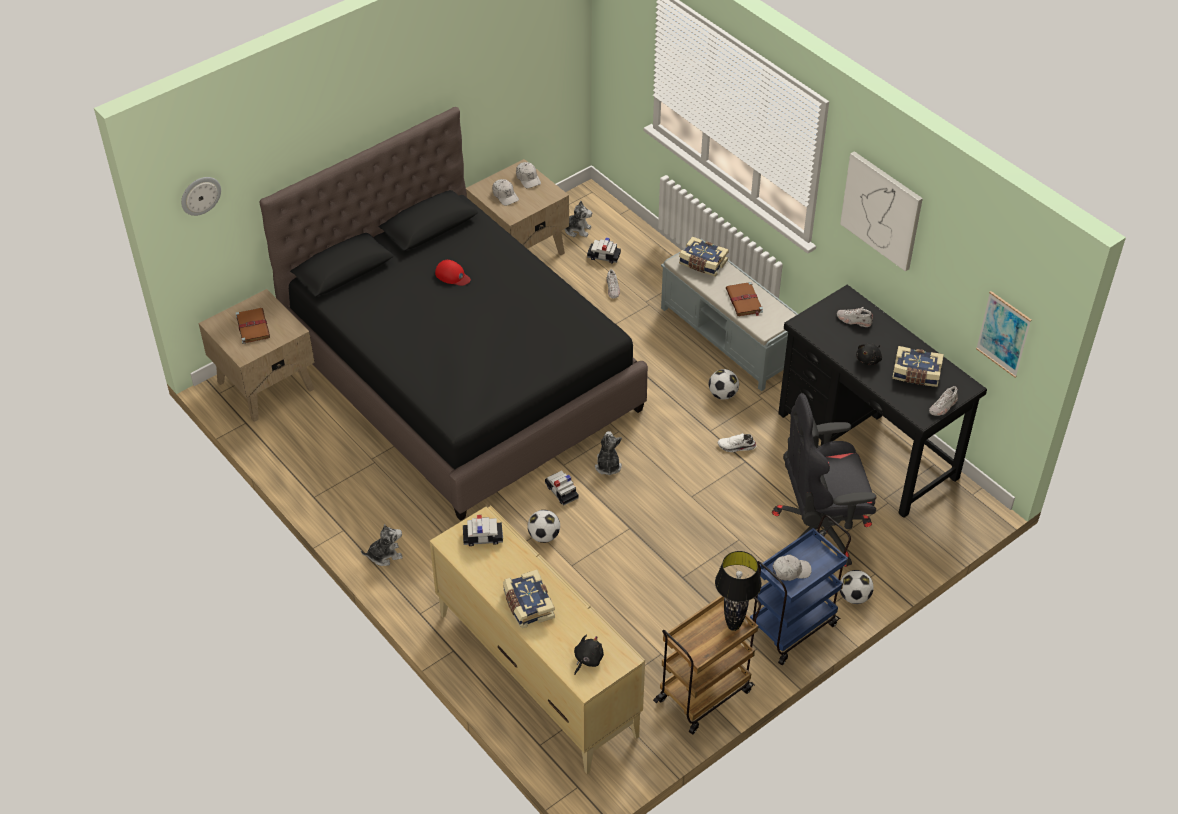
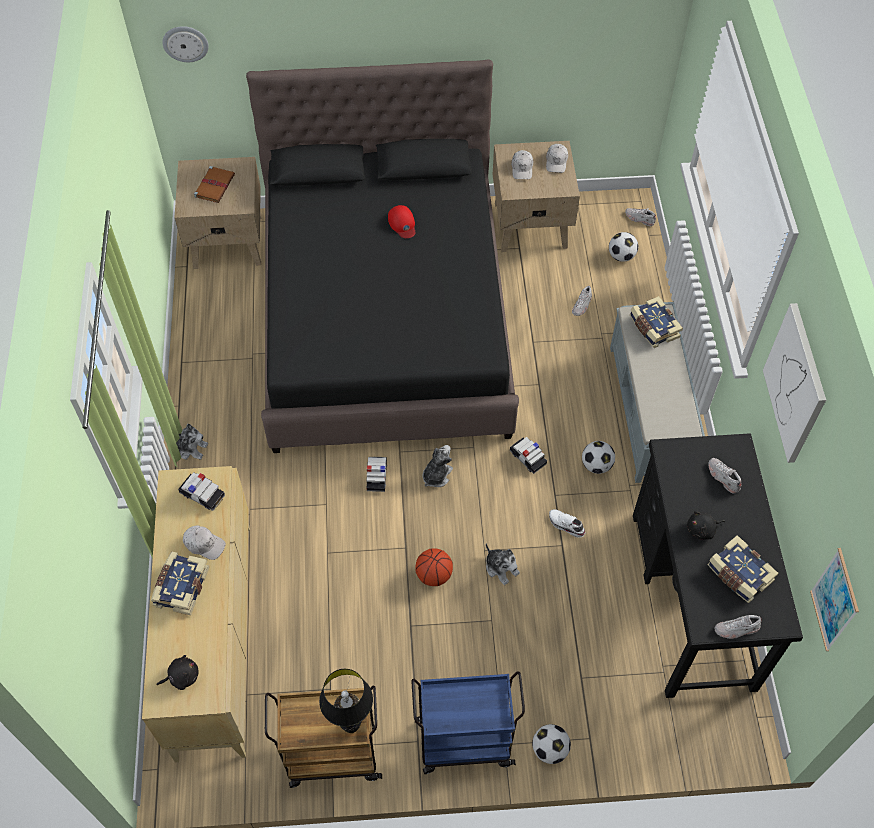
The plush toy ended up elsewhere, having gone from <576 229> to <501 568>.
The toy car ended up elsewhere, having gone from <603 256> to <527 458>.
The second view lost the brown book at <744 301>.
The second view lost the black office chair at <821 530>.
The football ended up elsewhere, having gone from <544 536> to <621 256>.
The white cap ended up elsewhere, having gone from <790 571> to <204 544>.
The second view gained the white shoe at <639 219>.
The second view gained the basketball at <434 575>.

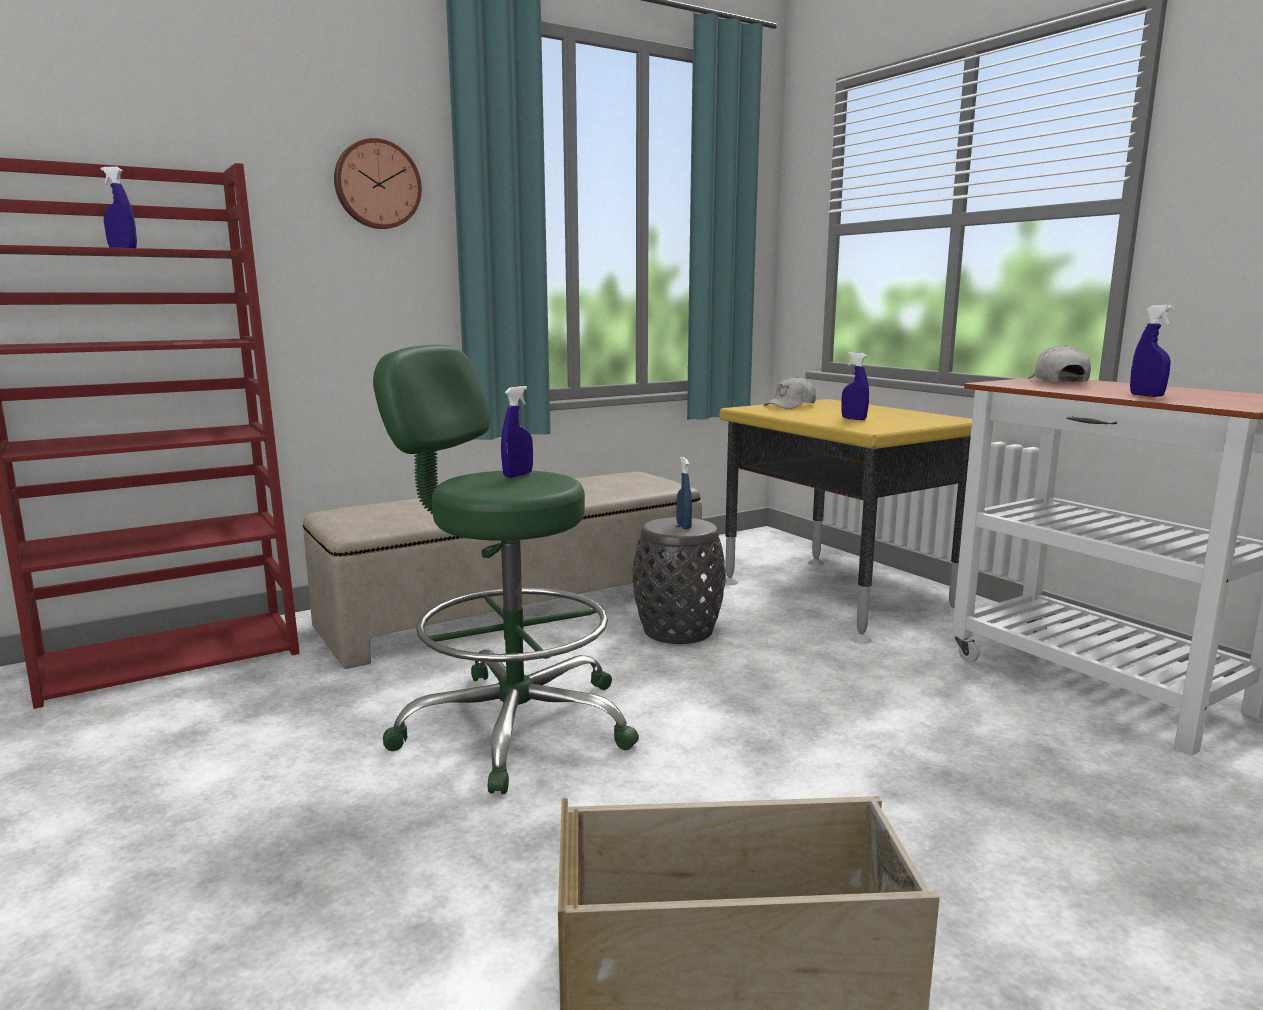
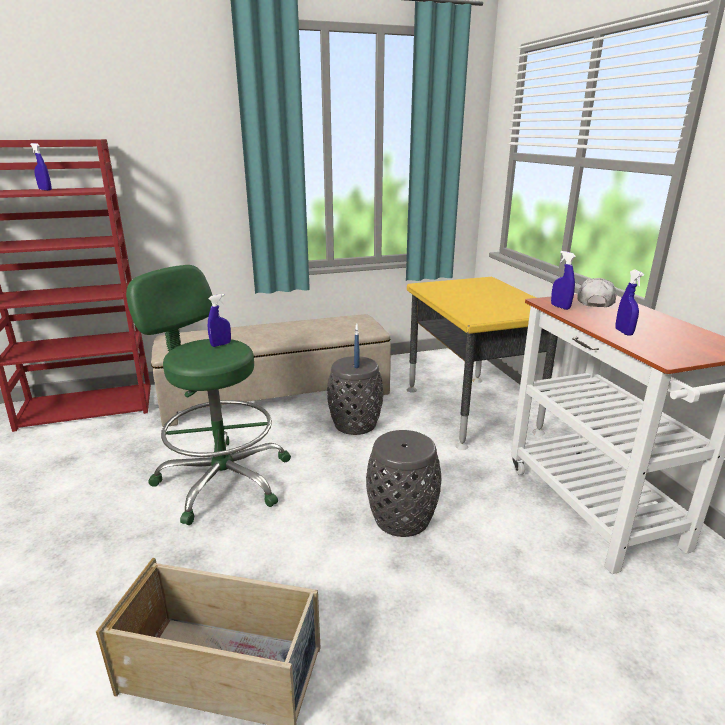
The second view lost the wall clock at <377 184>.
The blue spray bottle ended up elsewhere, having gone from <853 419> to <560 307>.
The second view lost the white cap at <790 405>.
The second view gained the grey stool at <402 518>.

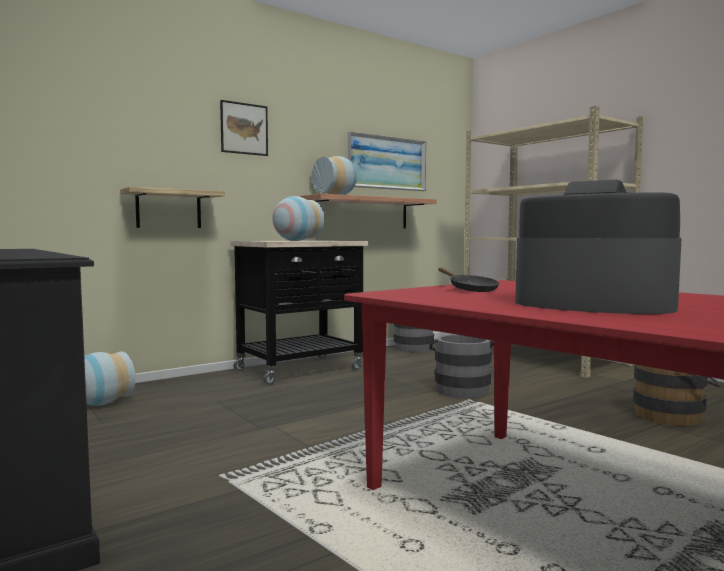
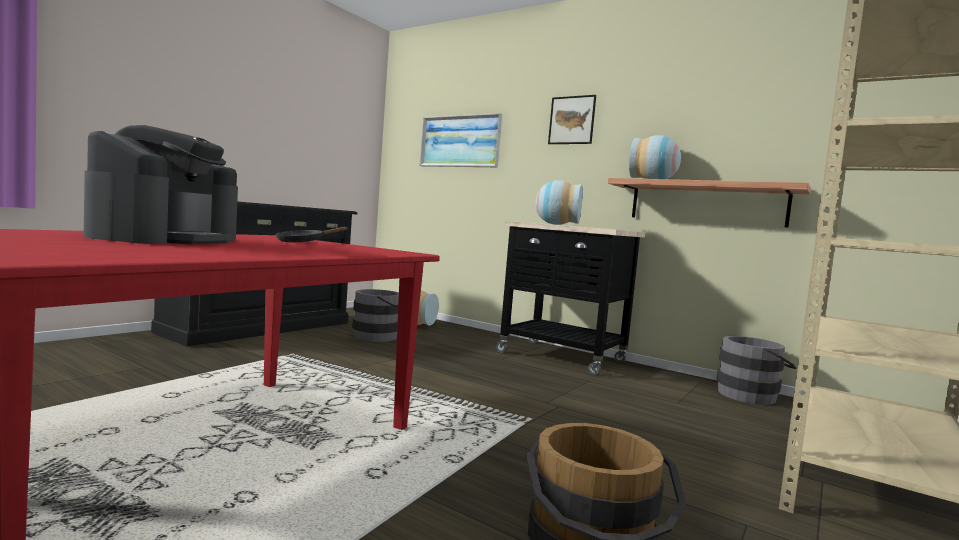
The picture ended up elsewhere, having gone from <387 163> to <460 141>.
The second view lost the shelf at <169 209>.
The grey bucket ended up elsewhere, having gone from <461 389> to <380 336>.

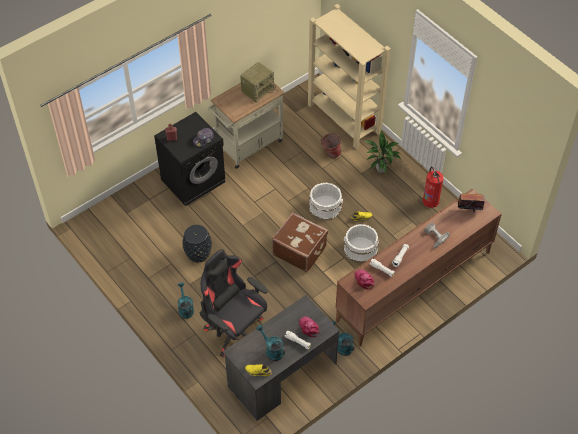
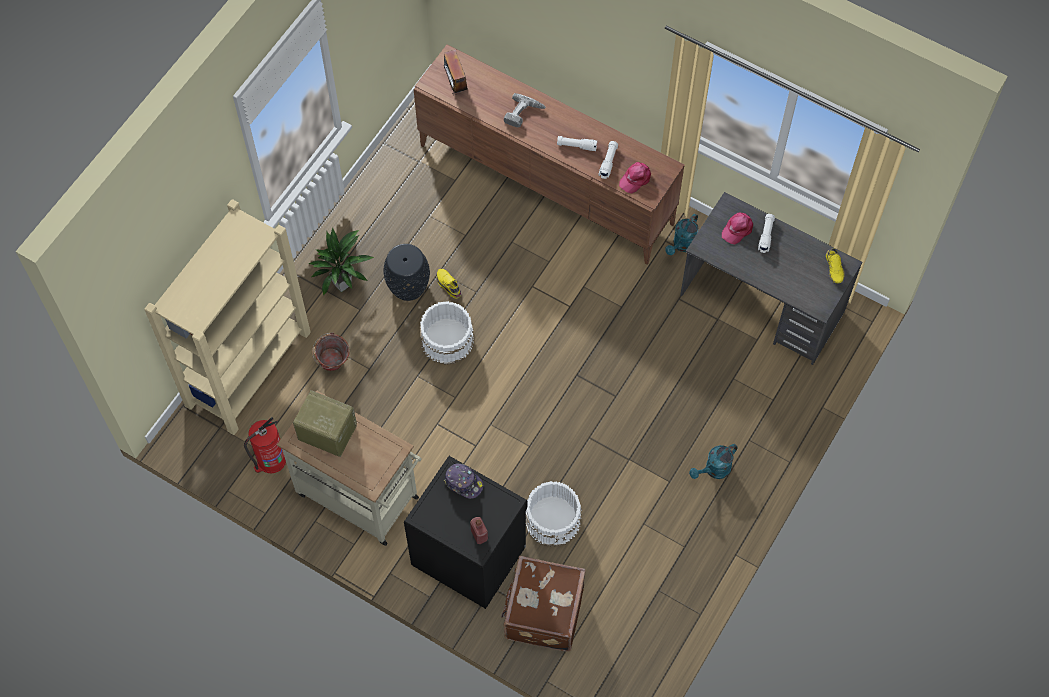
The fire extinguisher ended up elsewhere, having gone from <430 200> to <270 460>.
The brown suitcase ended up elsewhere, having gone from <299 250> to <542 612>.
The white bucket ended up elsewhere, having gone from <360 249> to <553 519>.
The black stool ended up elsewhere, having gone from <198 253> to <408 286>.
The second view lost the black office chair at <235 332>.
The second view lost the turquoise watering can at <272 350>.

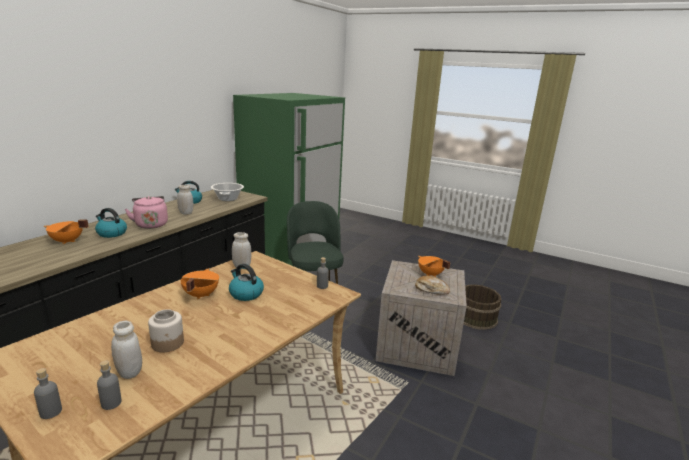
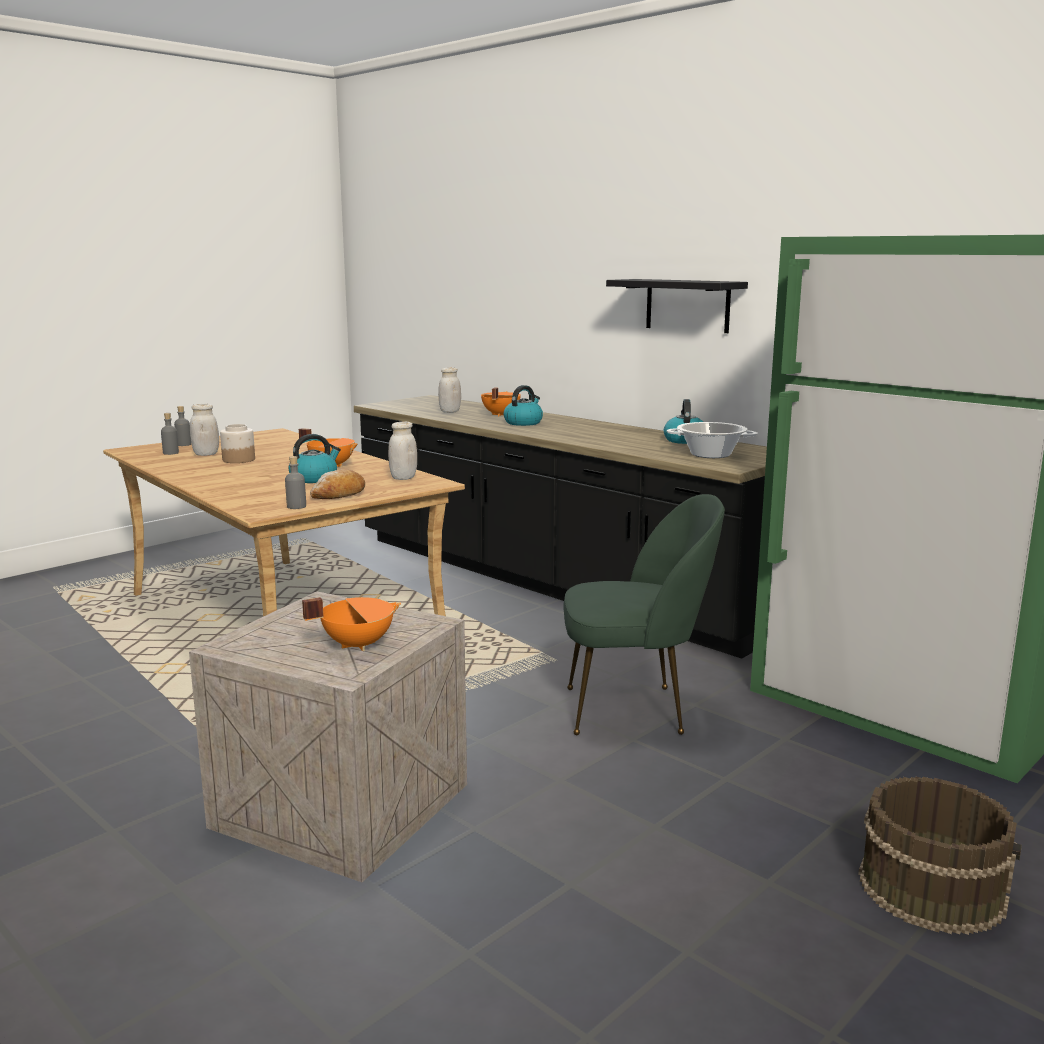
The white jar ended up elsewhere, having gone from <186 213> to <450 411>.
The second view lost the pink kettle at <151 224>.
The bread ended up elsewhere, having gone from <431 289> to <339 494>.
The brown bucket ended up elsewhere, having gone from <475 317> to <932 887>.
The second view gained the black shelf at <687 305>.

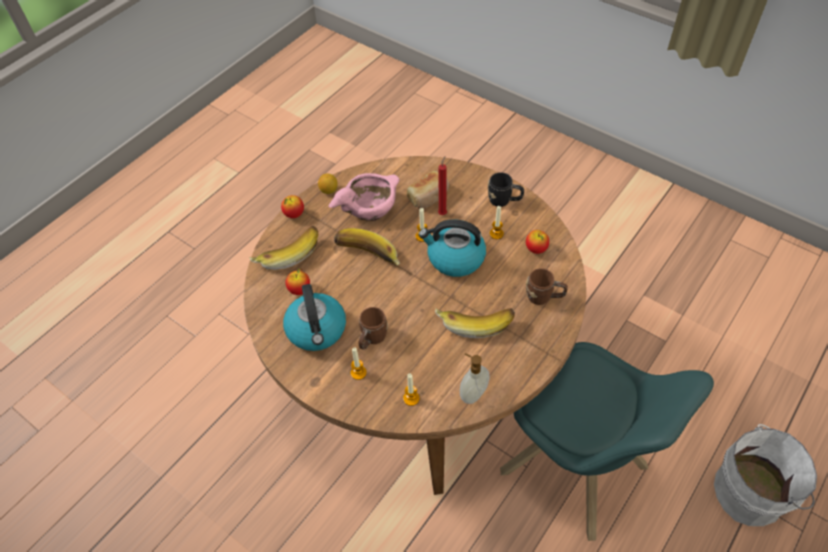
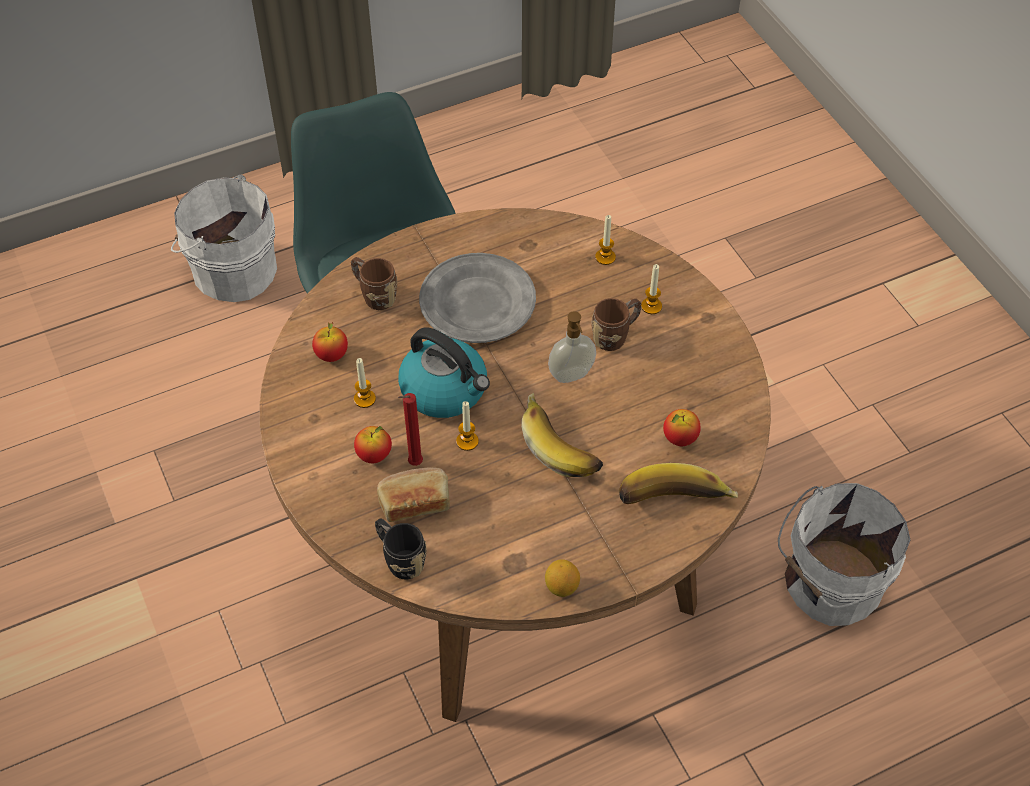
The black mug ended up elsewhere, having gone from <504 201> to <400 559>.
The second view lost the pink bowl at <370 206>.
The apple ended up elsewhere, having gone from <294 214> to <374 455>.
The second view lost the kettle at <317 330>.
Where the banana stood at <475 321>, the grey plate came to stand at <477 303>.
The soap dispenser ended up elsewhere, having gone from <472 393> to <572 376>.
The second view gained the white bucket at <829 584>.

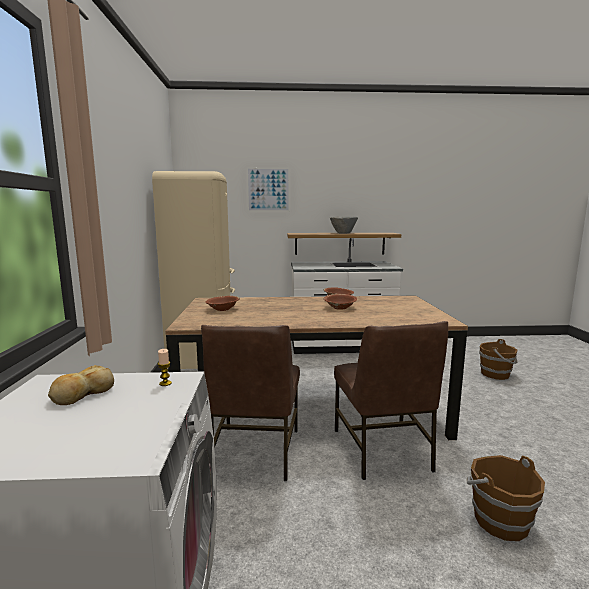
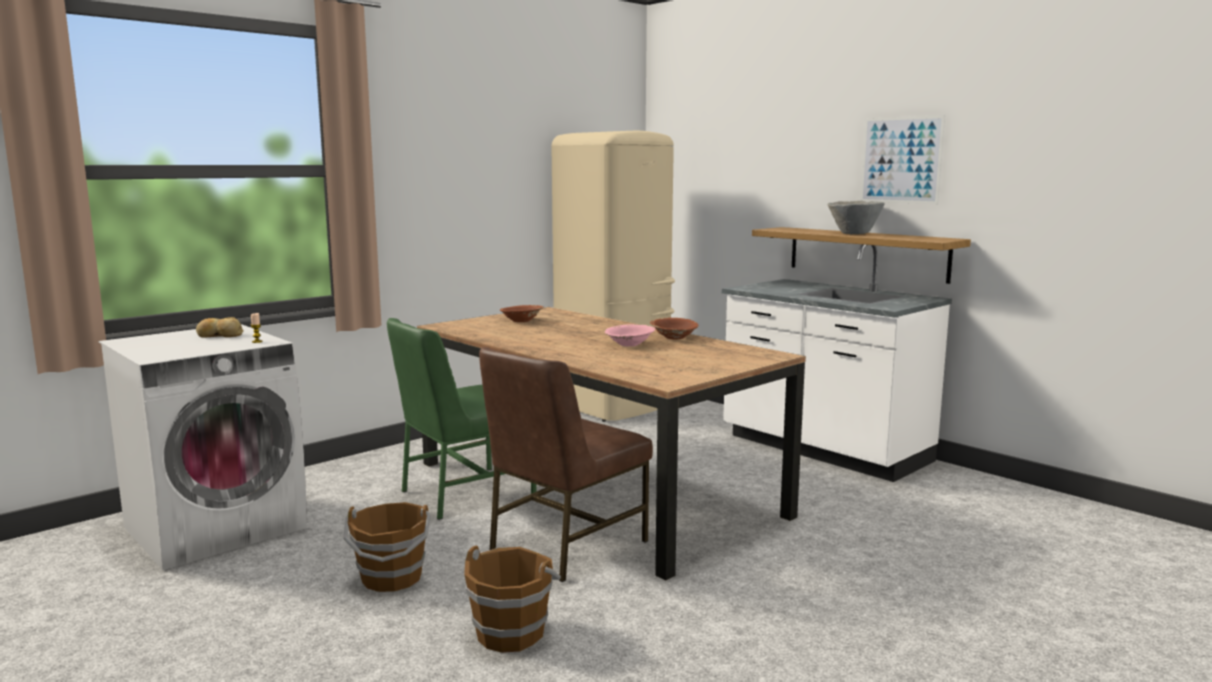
The picture ended up elsewhere, having gone from <268 189> to <901 160>.
What was the brown bowl at <340 308> turned into the pink bowl at <629 344>.
What was the brown chair at <255 453> turned into the green chair at <464 493>.
The brown bucket ended up elsewhere, having gone from <496 374> to <392 578>.

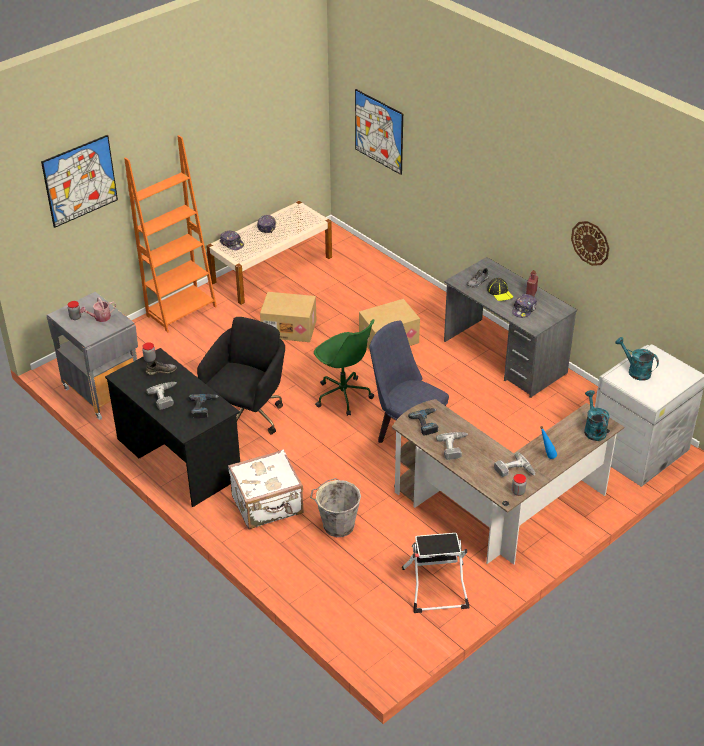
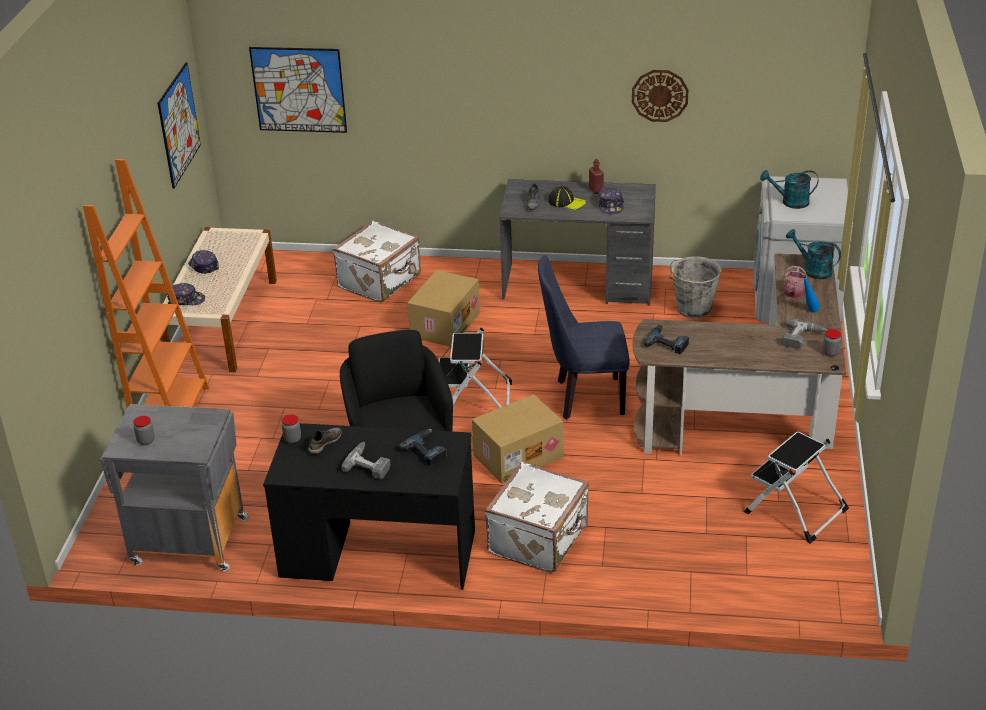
The picture ended up elsewhere, having gone from <80 181> to <179 124>.
The cardboard box ended up elsewhere, having gone from <289 328> to <518 455>.
The watering can ended up elsewhere, having gone from <100 318> to <793 294>.
Where the green office chair stood at <344 397>, the step ladder came to stand at <474 398>.
The second view lost the power drill at <455 447>.
The grey bucket ended up elsewhere, having gone from <337 525> to <692 309>.
The second view gained the white suitcase at <381 281>.

